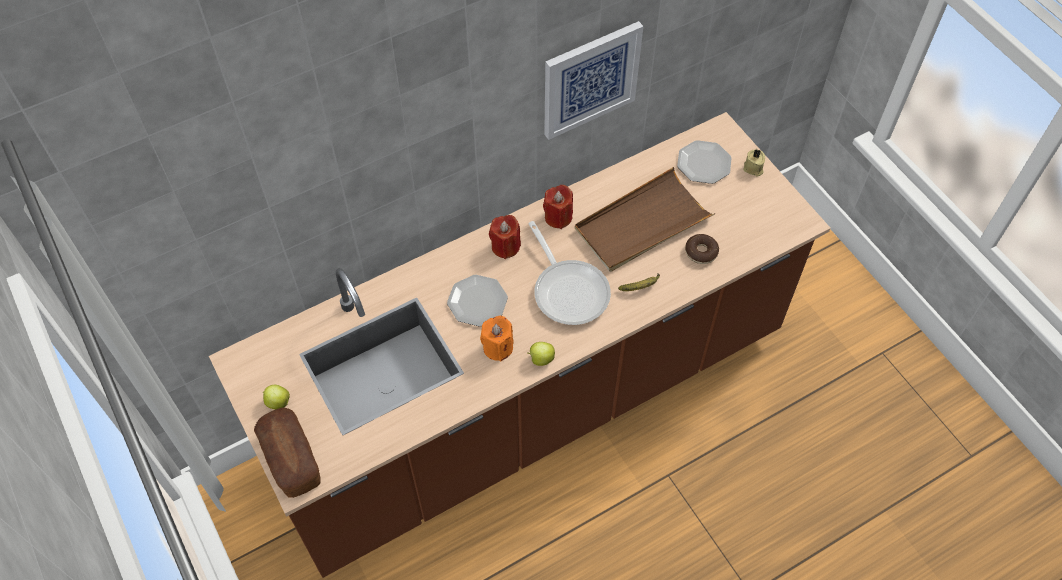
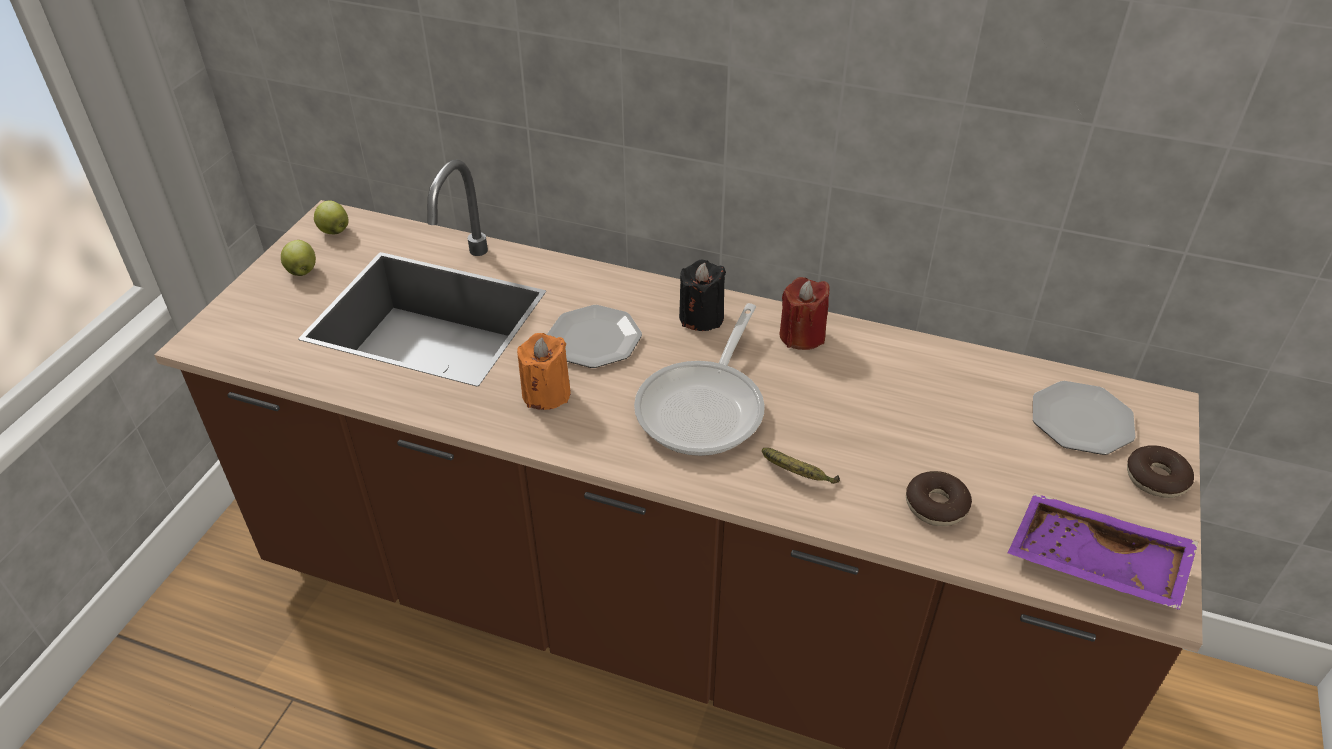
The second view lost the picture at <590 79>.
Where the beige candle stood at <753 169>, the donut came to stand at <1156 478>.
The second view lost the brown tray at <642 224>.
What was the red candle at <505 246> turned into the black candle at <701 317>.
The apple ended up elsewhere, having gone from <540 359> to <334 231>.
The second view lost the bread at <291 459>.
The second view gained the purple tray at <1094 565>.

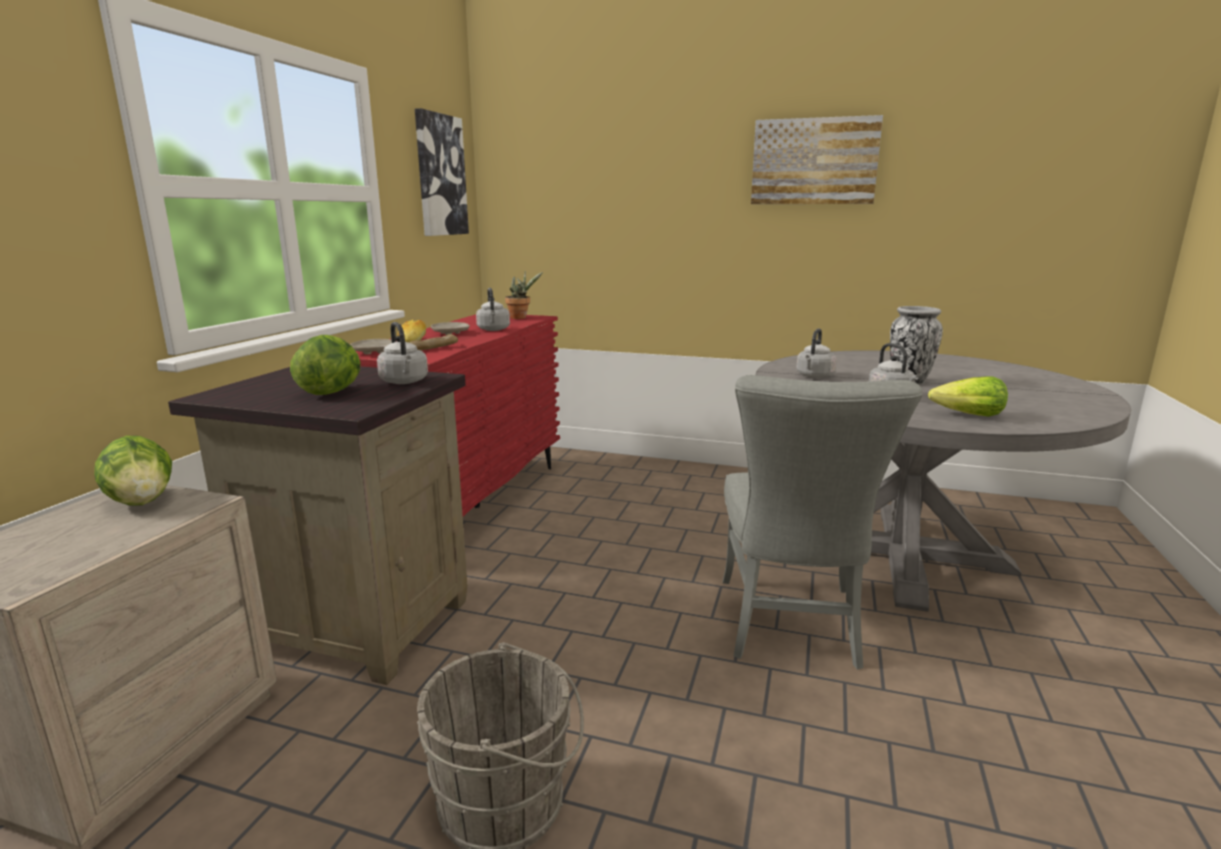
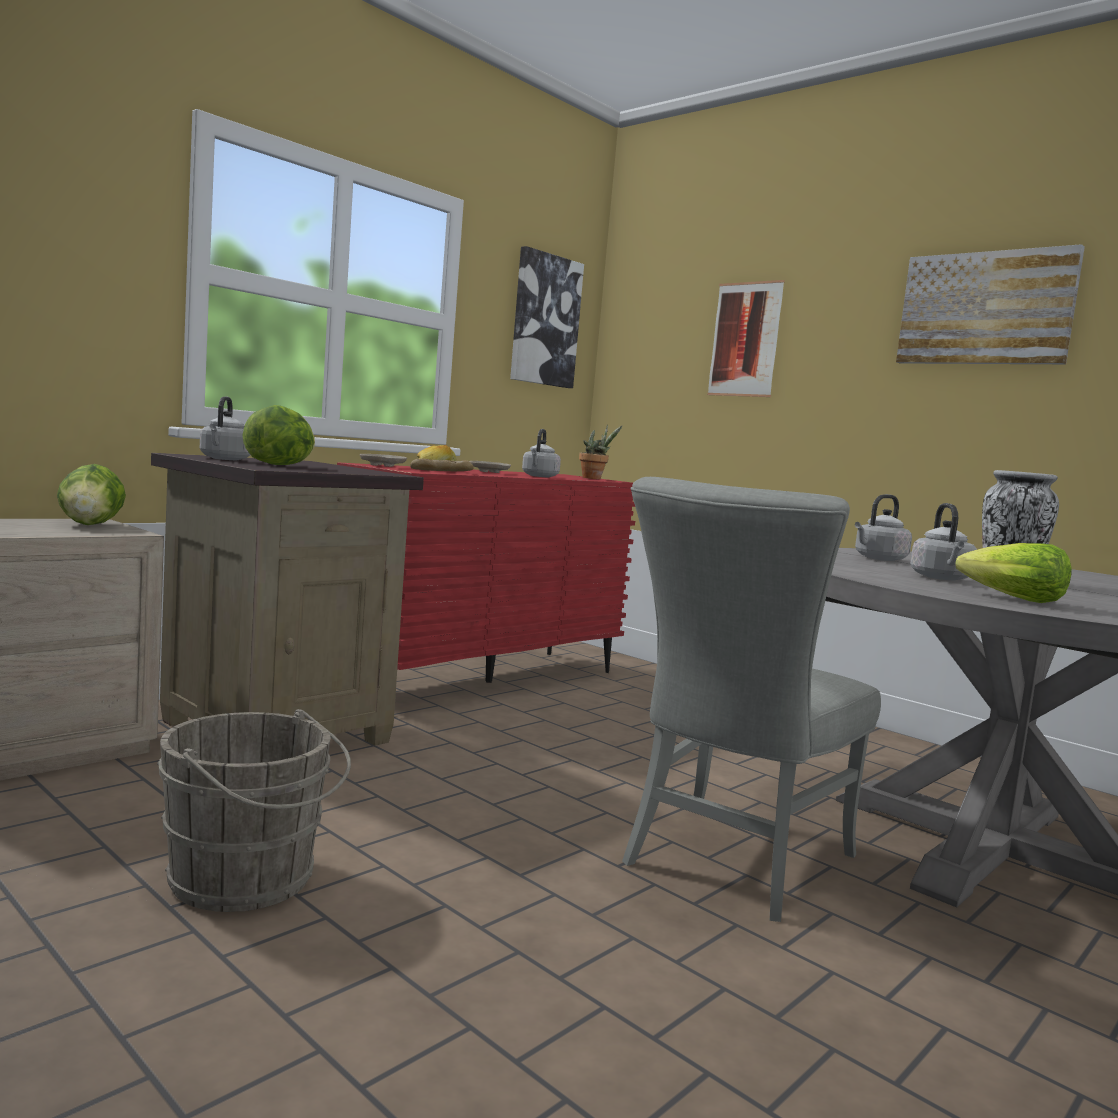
The grey kettle ended up elsewhere, having gone from <404 382> to <224 459>.
The second view gained the picture at <745 339>.

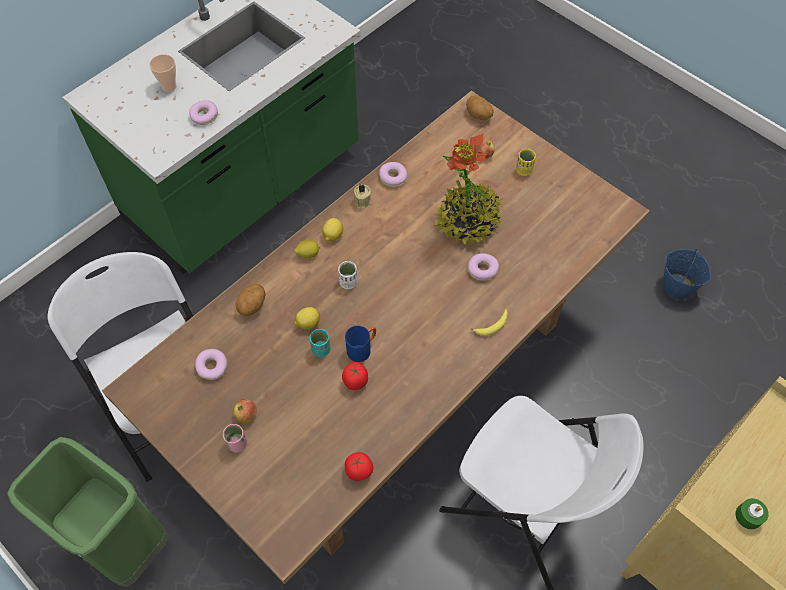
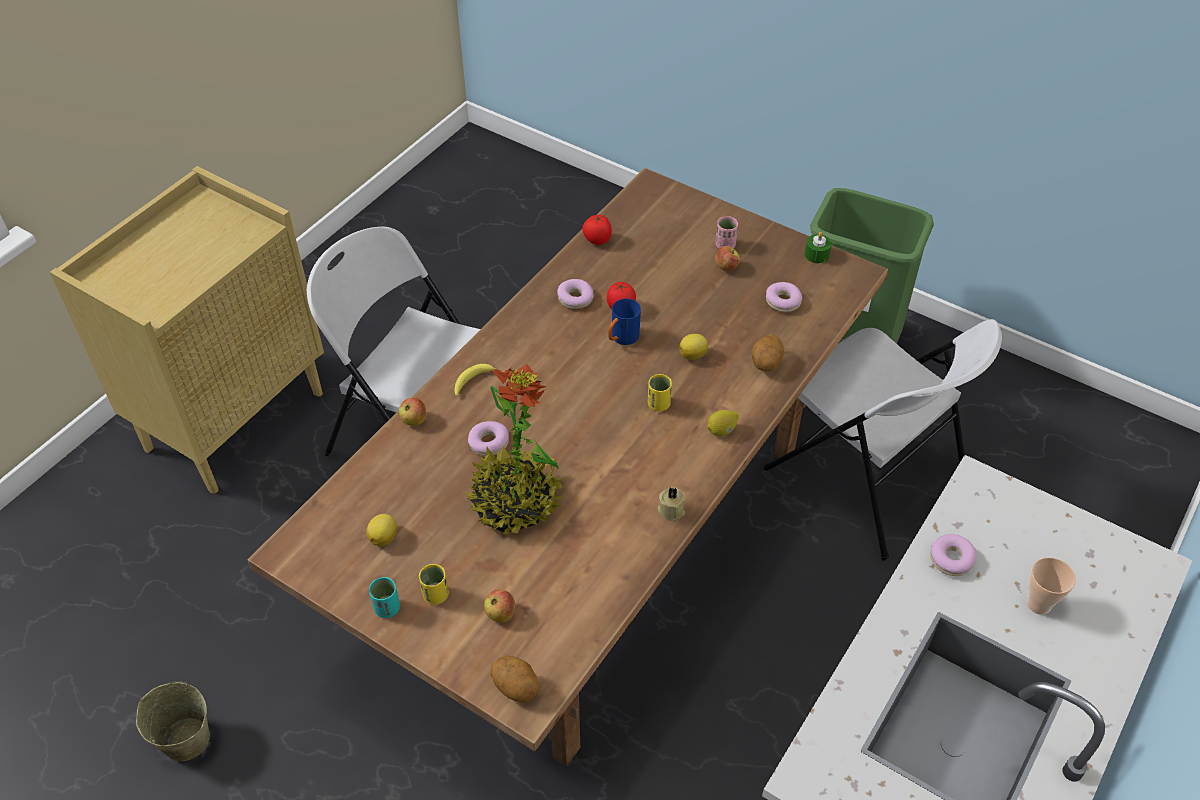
The donut ended up elsewhere, having gone from <393 177> to <575 298>.
The lemon ended up elsewhere, having gone from <332 235> to <384 537>.
What was the blue bucket at <677 287> turned into the beige bucket at <185 739>.
What was the white cup at <348 282> turned into the yellow cup at <658 404>.
The turquoise cup ended up elsewhere, having gone from <321 350> to <387 608>.
The green candle ended up elsewhere, having gone from <748 516> to <816 254>.
The second view gained the apple at <414 420>.

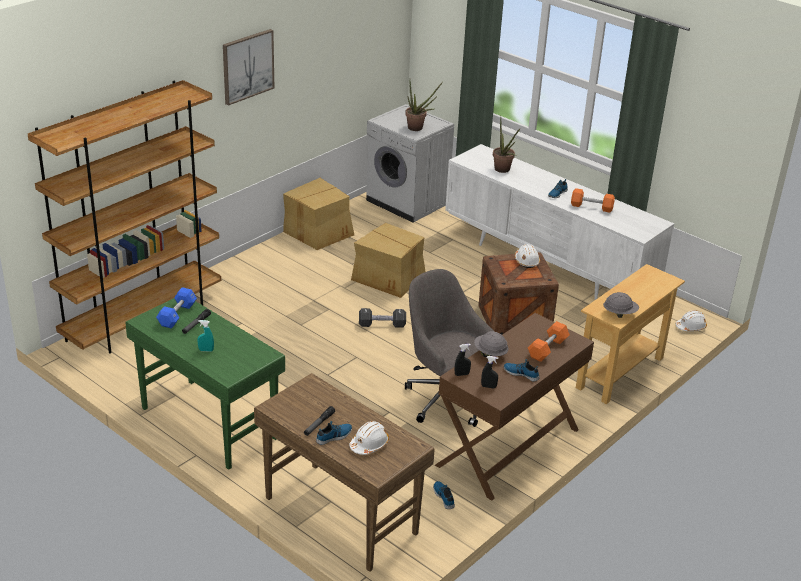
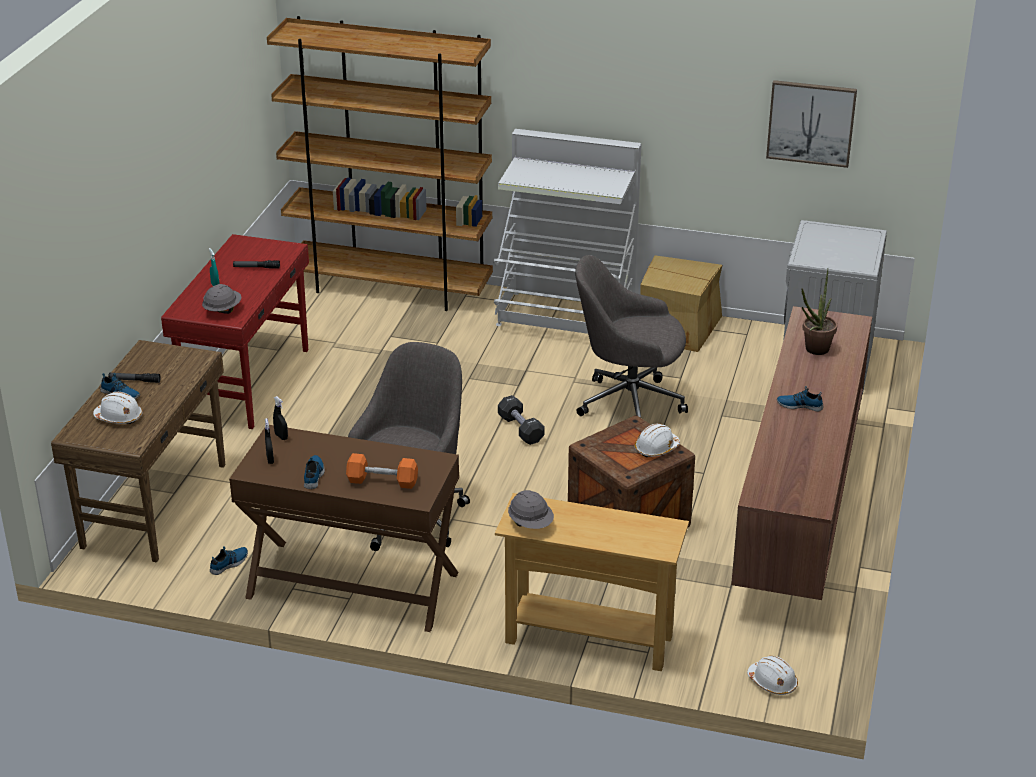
The picture ended up elsewhere, having gone from <247 66> to <811 123>.
The second view lost the potted plant at <418 128>.
What was the white cabinet at <548 265> turned into the brown cabinet at <799 515>.
The second view lost the orange dumbbell at <591 207>.
Where the cardboard box stood at <389 277>, the grey office chair came to stand at <629 404>.
The second view lost the blue dumbbell at <177 315>.
What was the green console table at <208 423> turned into the red console table at <247 383>.
The grey hard hat ended up elsewhere, having gone from <490 353> to <222 310>.
The second view gained the white shoe rack at <564 319>.

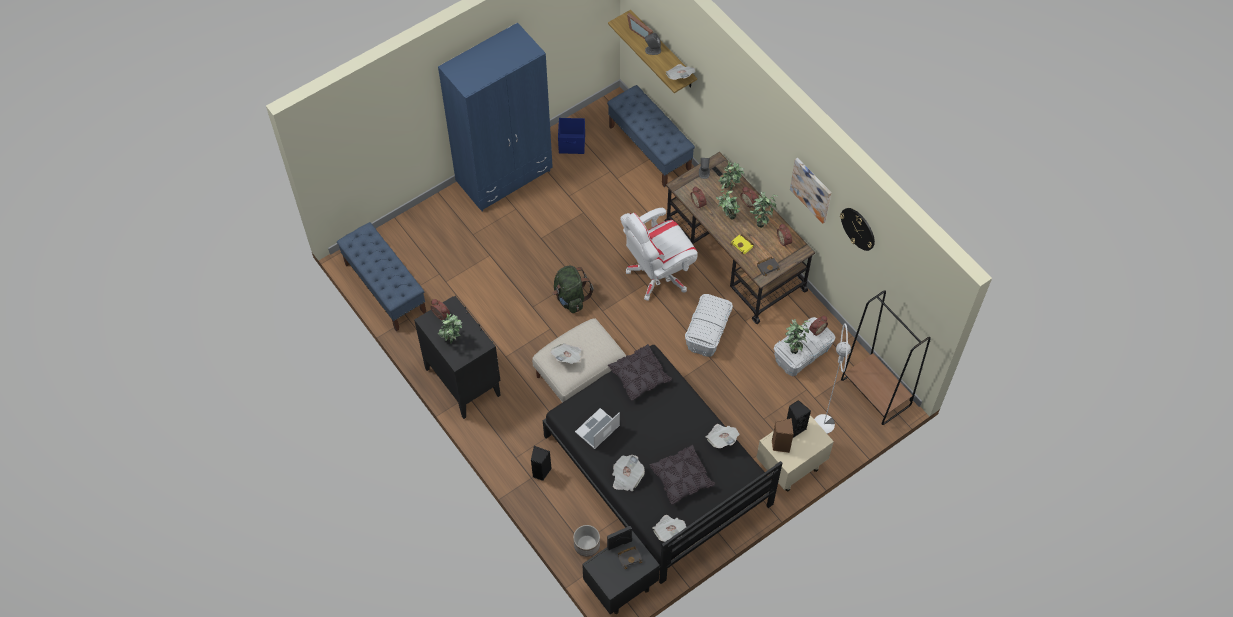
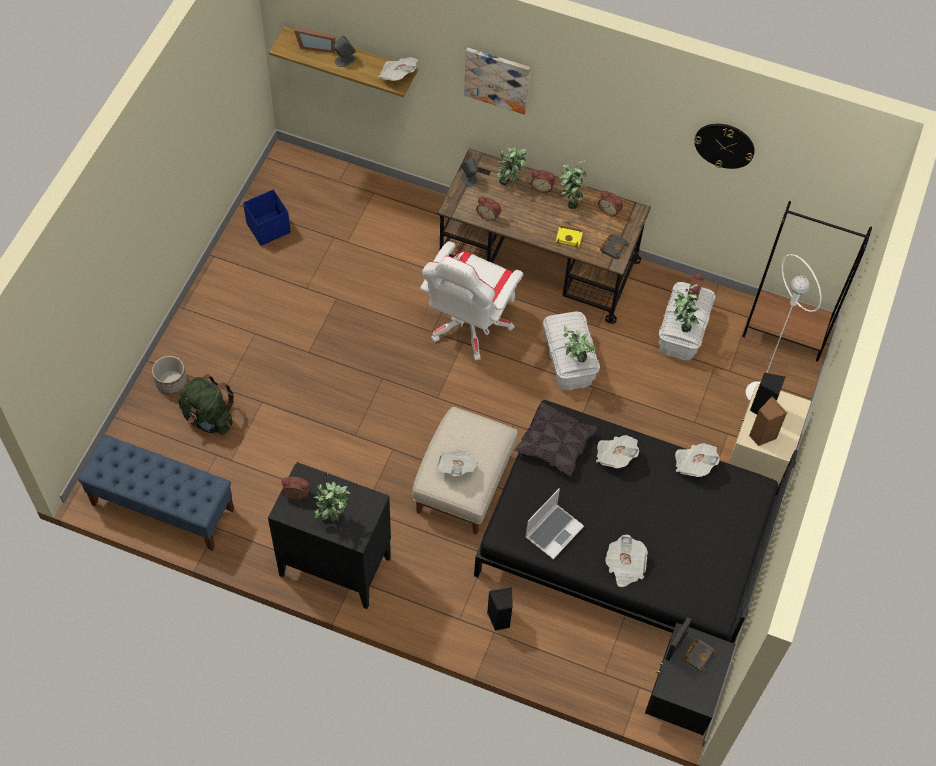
The second view lost the blue wardrobe at <505 177>.
The second view lost the blue bench at <650 149>.
The picture ended up elsewhere, having gone from <811 189> to <497 79>.
The potted plant ended up elsewhere, having gone from <727 216> to <575 361>.
The green backpack ended up elsewhere, having gone from <570 298> to <208 418>.
The laptop at <597 430> ended up facing another way, 150 degrees counterclockwise from before.
The second view lost the black pillow at <681 478>.
The newspaper ended up elsewhere, having gone from <669 531> to <615 456>.
The planter ended up elsewhere, having gone from <586 545> to <171 382>.

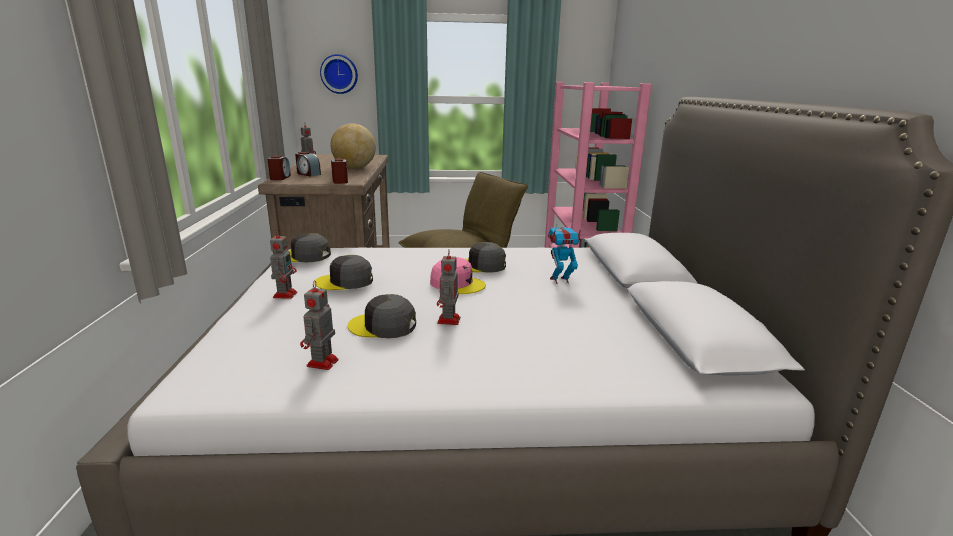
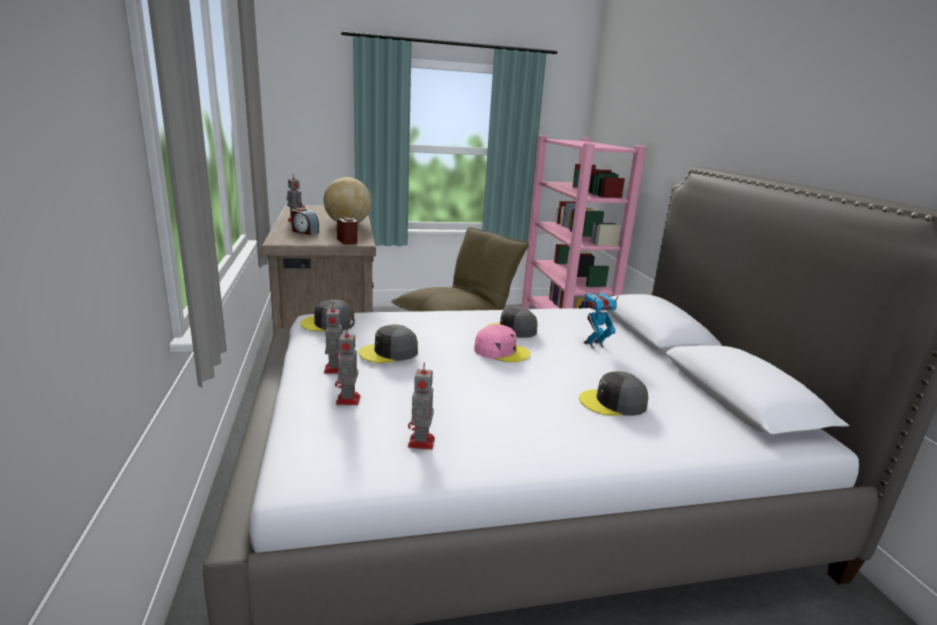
The second view lost the wall clock at <339 74>.
The second view lost the alarm clock at <280 178>.
The toy robot ended up elsewhere, having gone from <448 321> to <348 400>.
The grey cap ended up elsewhere, having gone from <383 326> to <613 403>.

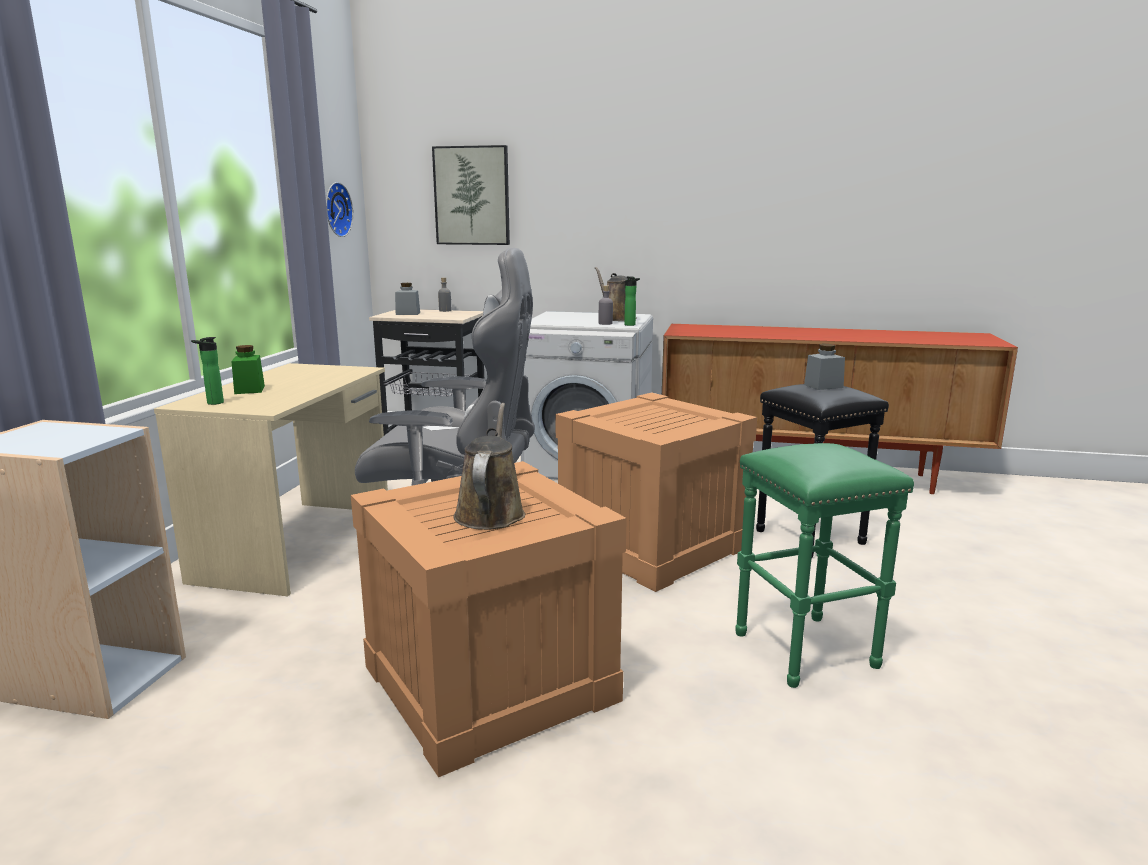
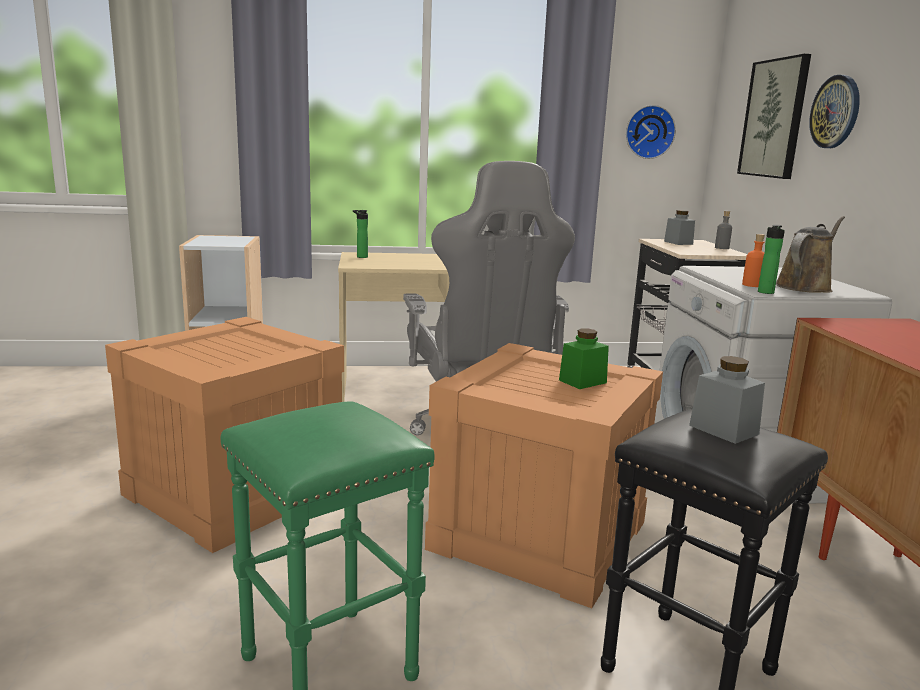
What was the grey bottle at <605 323> turned into the orange bottle at <752 285>.
The green jar ended up elsewhere, having gone from <249 389> to <582 381>.
The second view lost the brown watering can at <490 512>.
The second view gained the wall clock at <835 112>.

